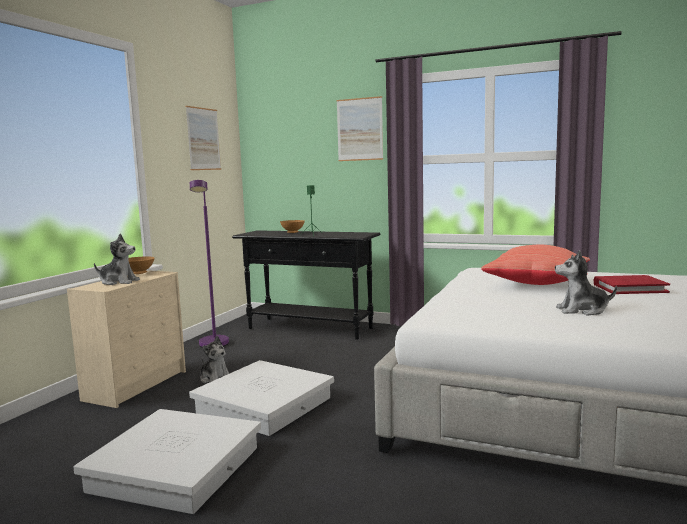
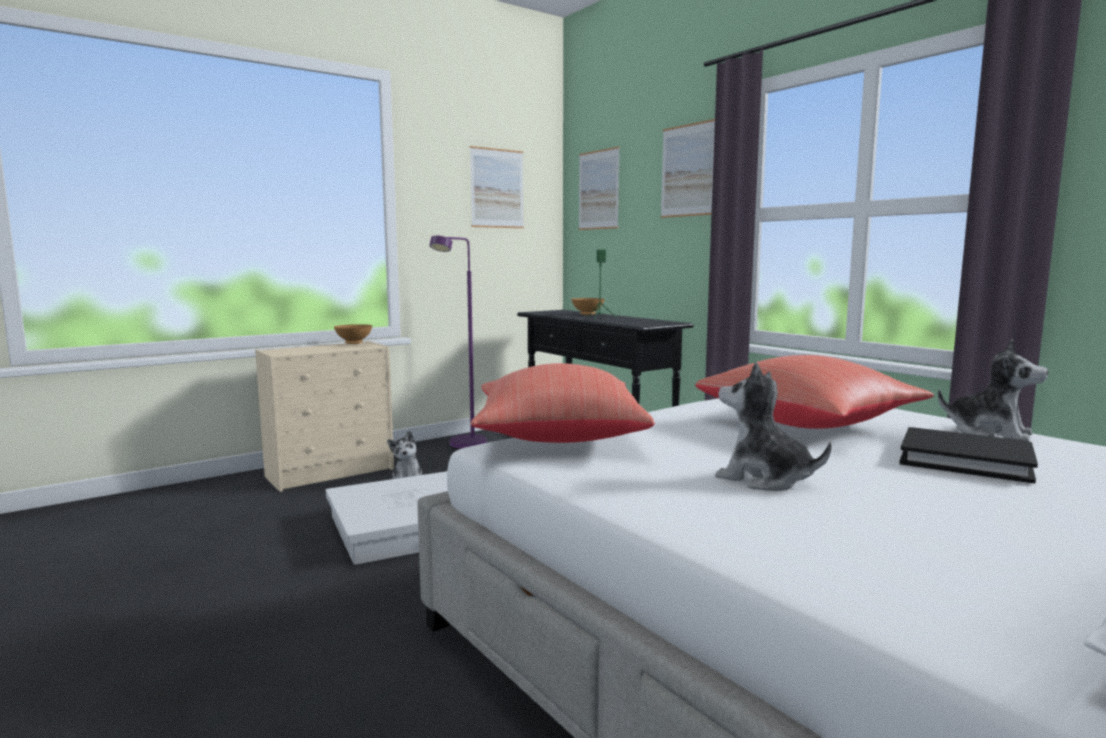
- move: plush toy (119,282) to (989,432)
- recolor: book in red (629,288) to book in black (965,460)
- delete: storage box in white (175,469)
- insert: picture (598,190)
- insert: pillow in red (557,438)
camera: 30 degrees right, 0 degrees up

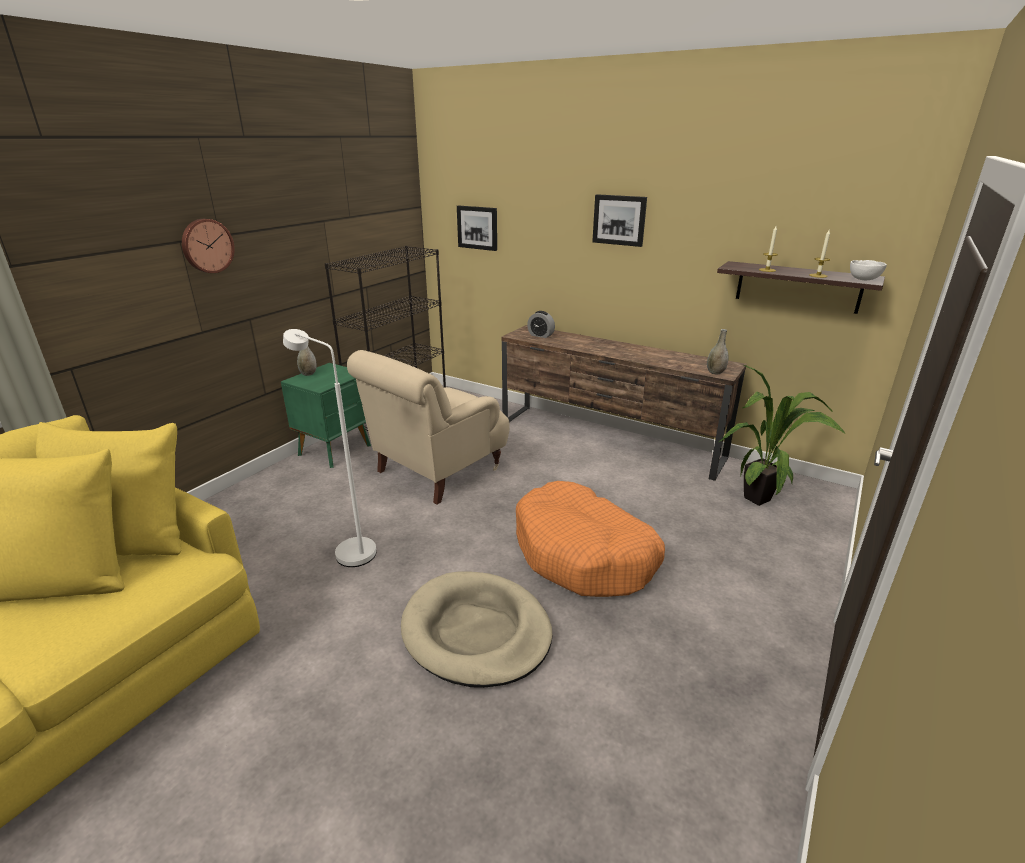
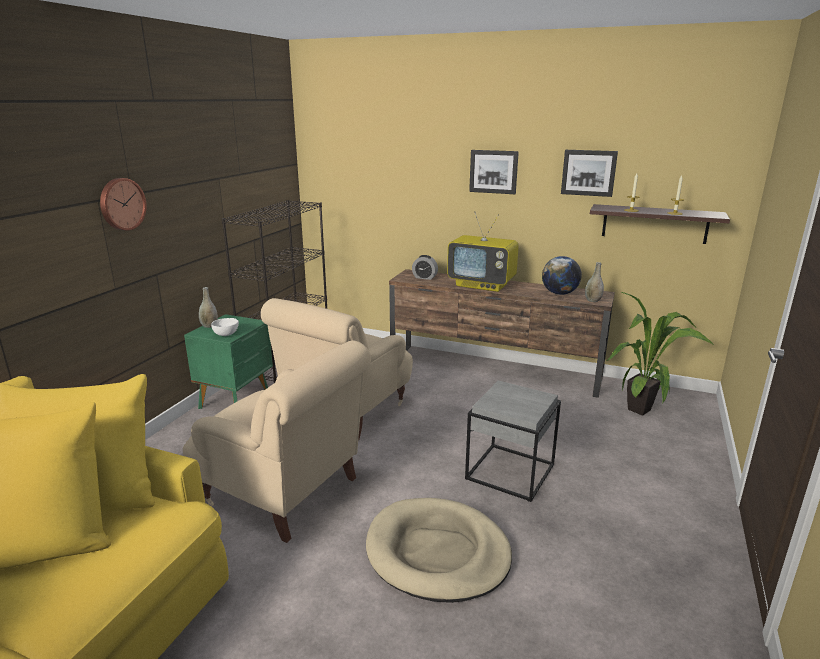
- move: picture (477,227) to (588,172)
- move: bowl in white (864,280) to (227,334)
- replace: floor lamp in white (349,549) to armchair in beige (285,492)
- replace: dog bed in orange (584,554) to side table in grey (509,472)
- insert: television (482,285)
- insert: globe (559,293)
camera: 10 degrees left, 5 degrees down

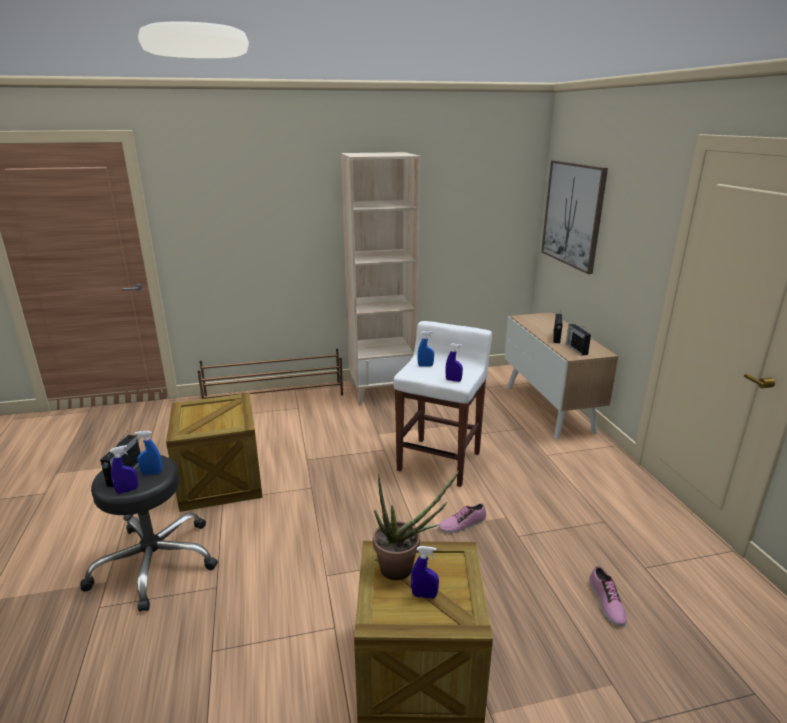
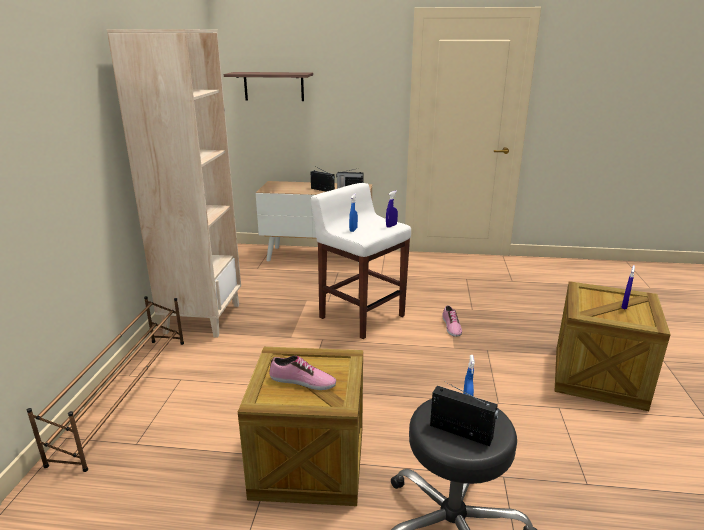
- replace: picture (573,214) to shelf (274,86)
- delete: spray bottle in blue (127,490)
- delete: potted plant (404,569)
- move: shoe (606,602) to (302,381)
camera: 70 degrees left, 0 degrees up

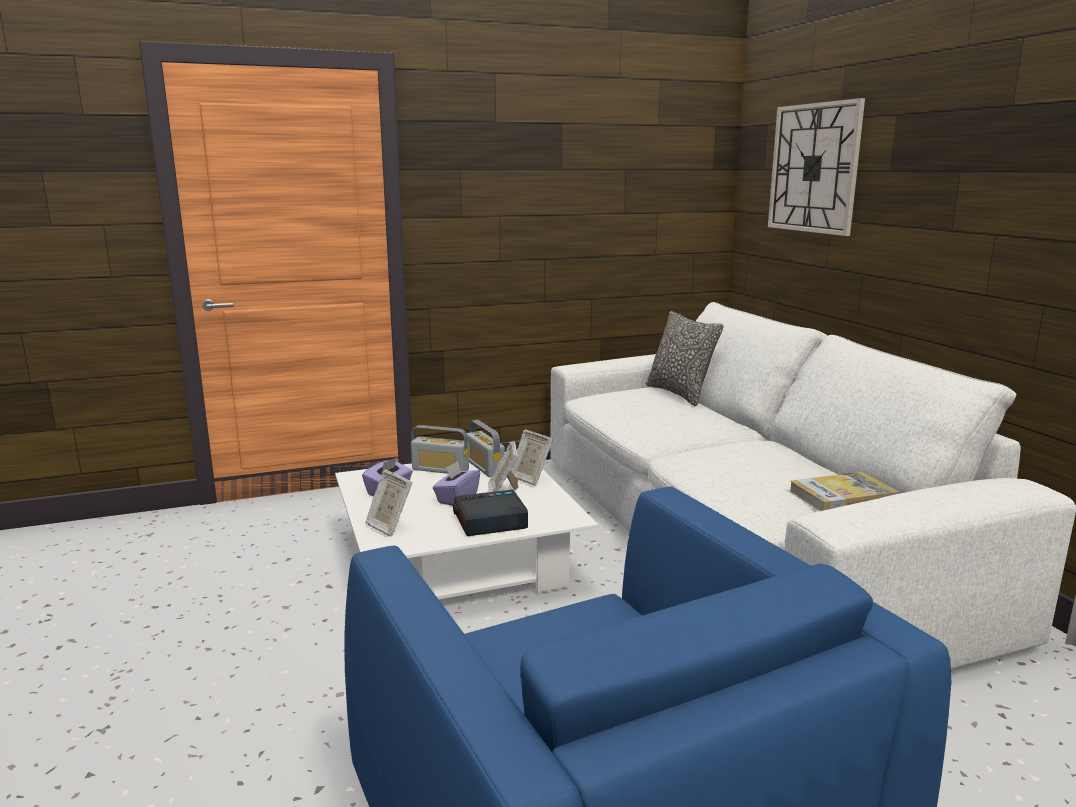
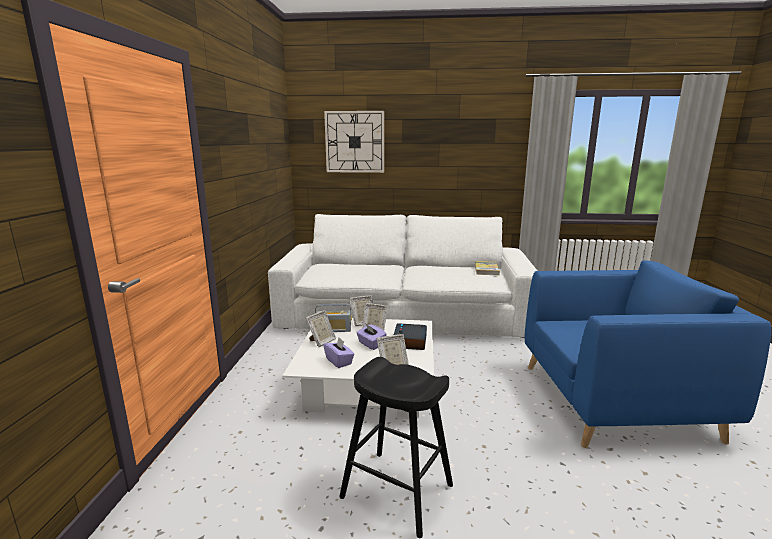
- delete: pillow (680,394)
- replace: radio (440,469) to picture frame (321,342)
- insert: stool in black (397,491)
camera: 65 degrees left, 0 degrees up

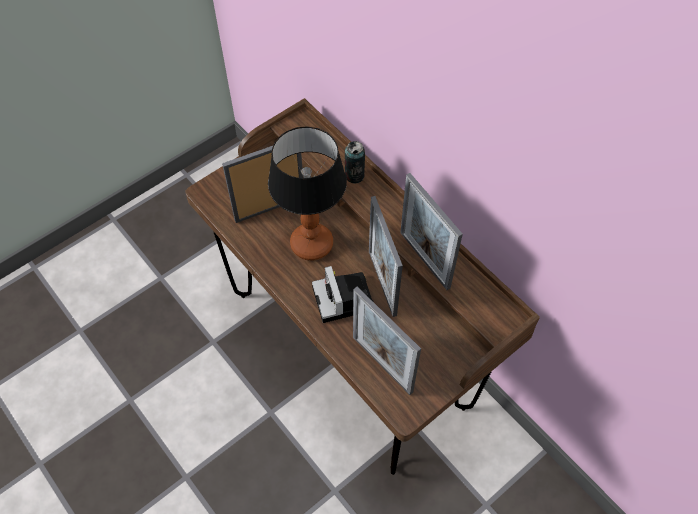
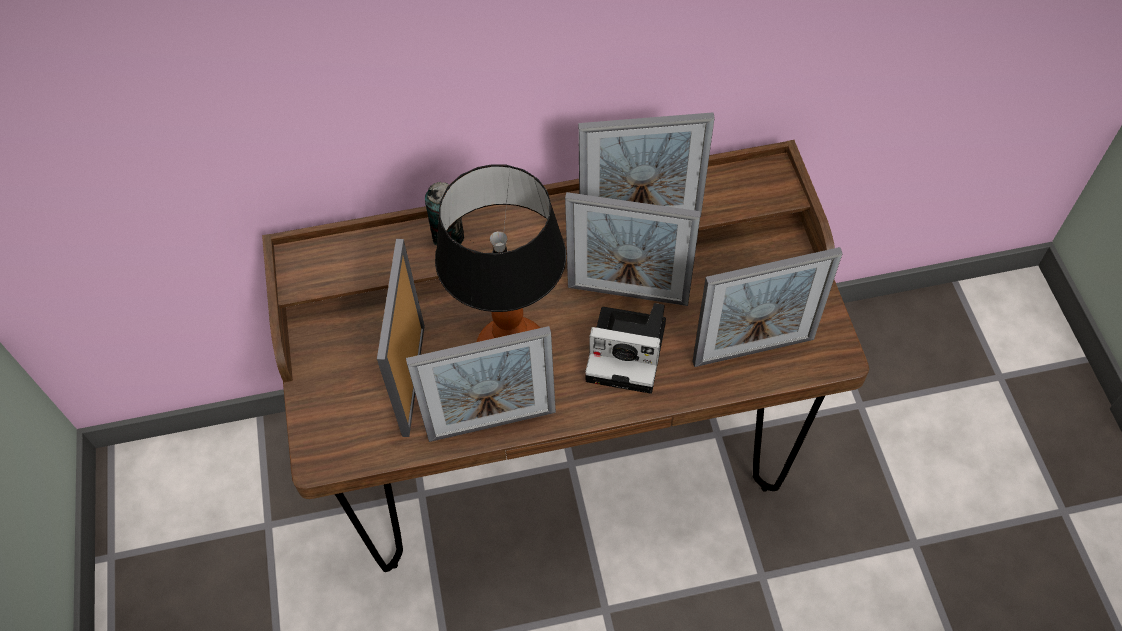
- insert: picture frame (492,424)
camera: 60 degrees left, 0 degrees up

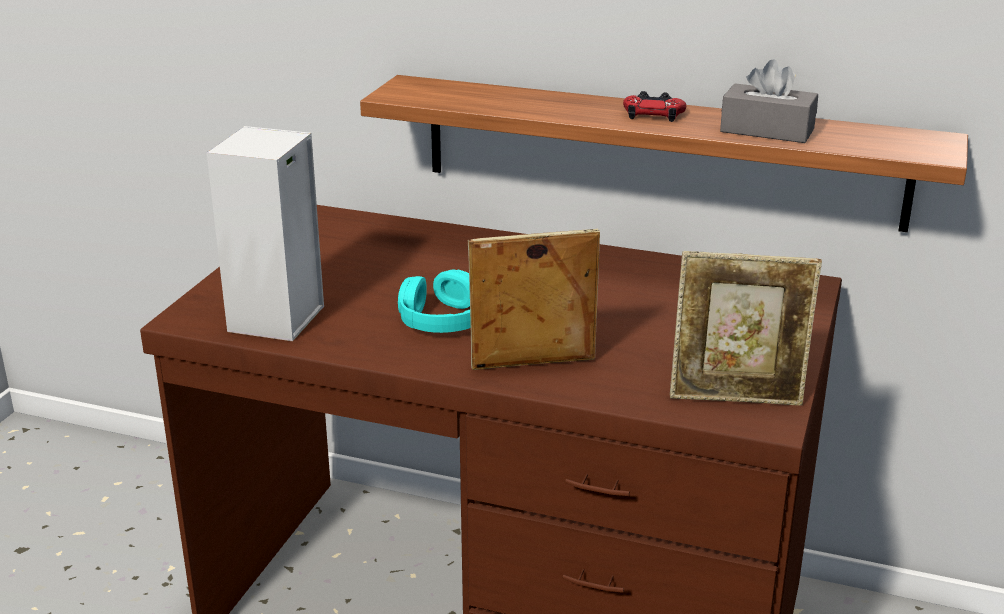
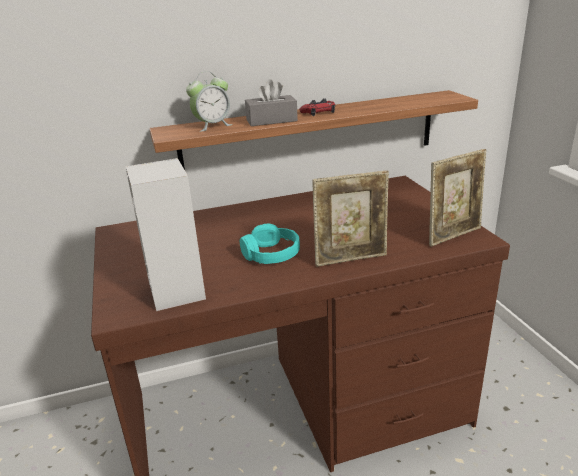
- move: tissue box in grey (767,130) to (271,120)
- rotate: picture frame (532,367) = (351,258) 150 degrees counterclockwise
- insert: alarm clock (212,126)
camera: 35 degrees left, 0 degrees up

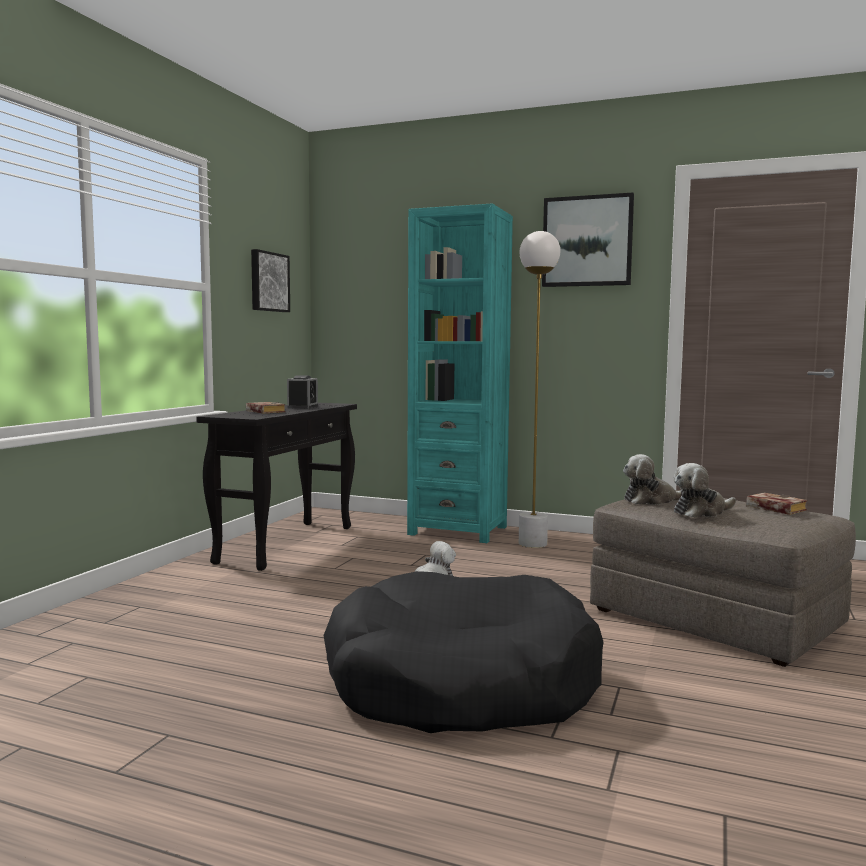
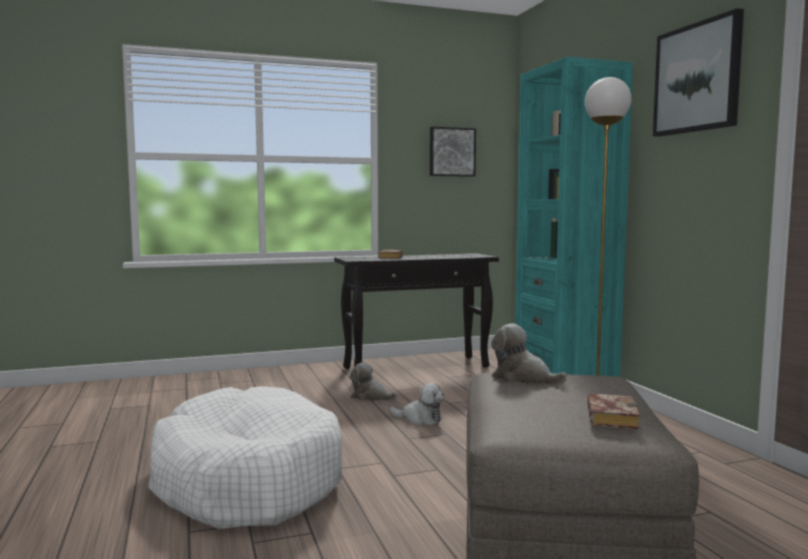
- delete: alarm clock (302,407)
- move: plush toy (701,512) to (370,397)
- recolor: dog bed in black (461,683) to dog bed in white (246,480)
camera: 50 degrees right, 0 degrees up

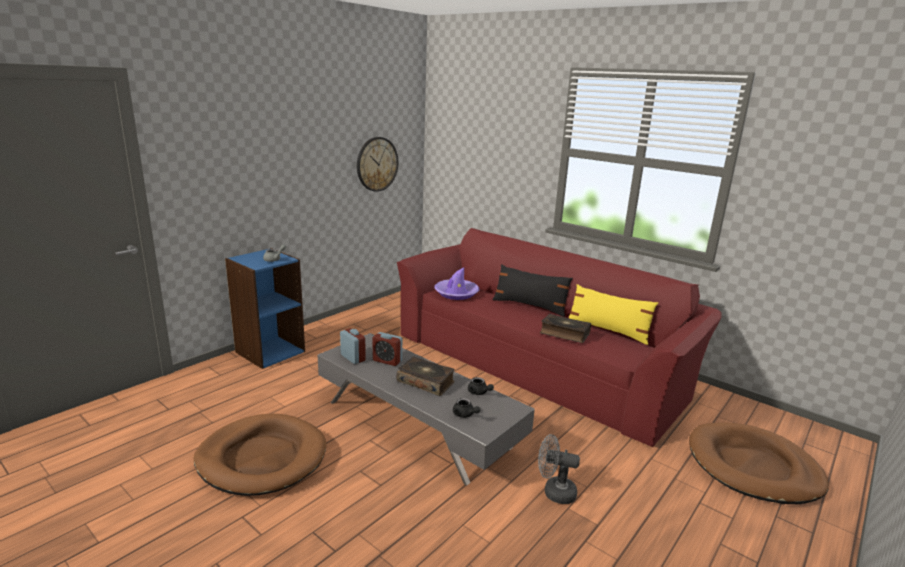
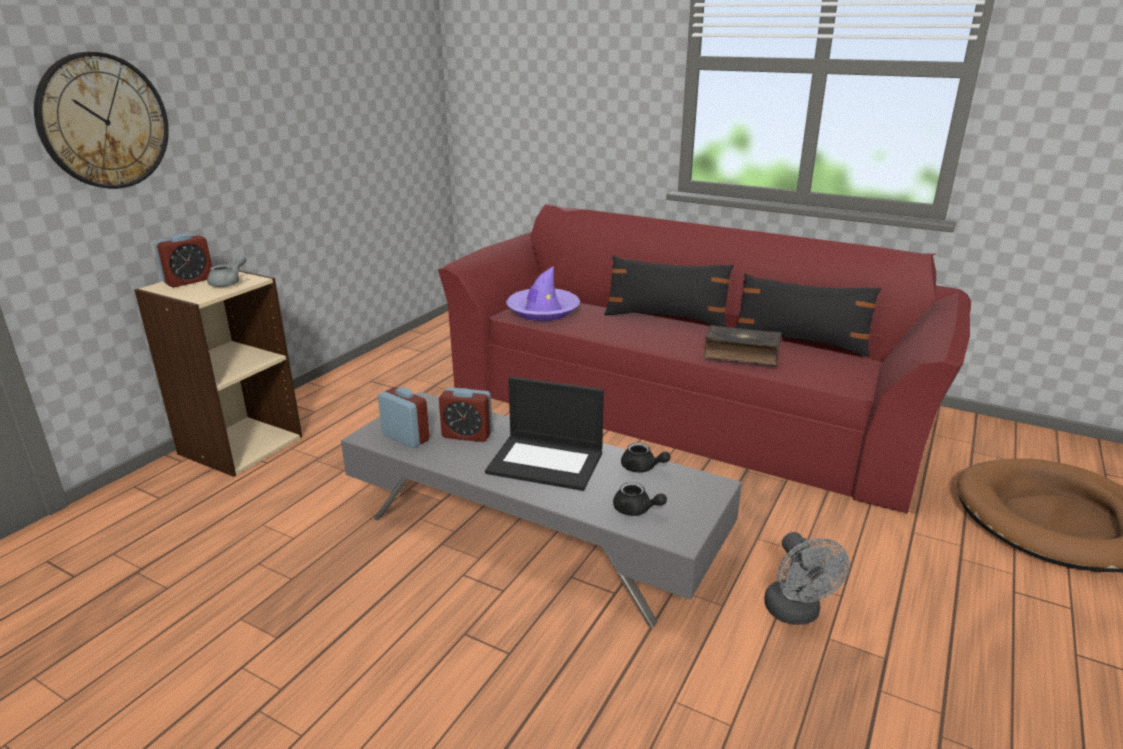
- move: wall clock (377,164) to (103,121)
- recolor: bookcase in blue (270,351) to bookcase in beige (240,445)
- recolor: pillow in yellow (607,331) to pillow in black (800,342)
- replace: book (426,382) to laptop (547,462)
- delete: dog bed in brown (262,458)
- rotate: fan in grey (554,492) = (796,614) 105 degrees counterclockwise
- insert: alarm clock (189,281)
camera: 10 degrees left, 5 degrees up

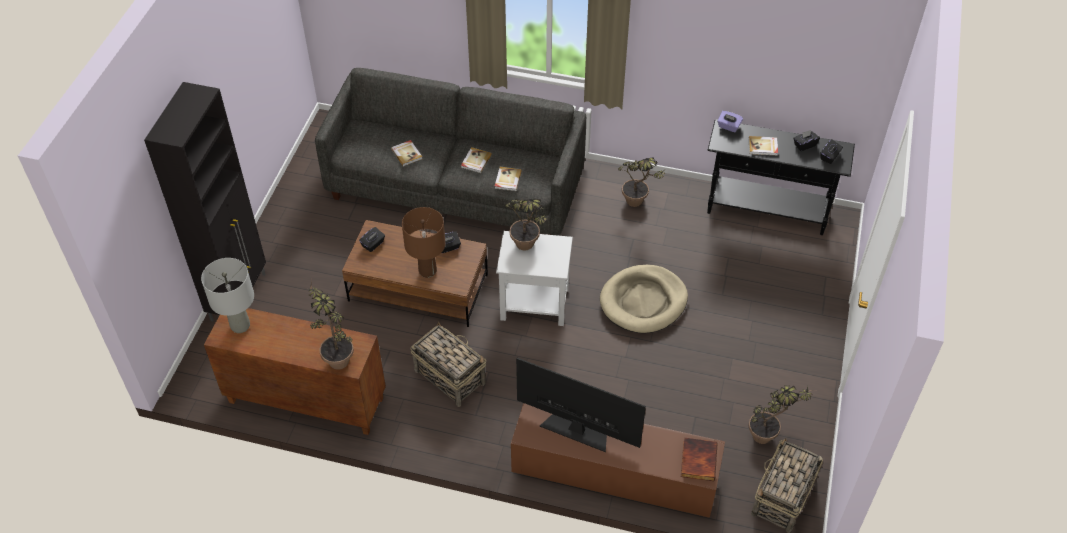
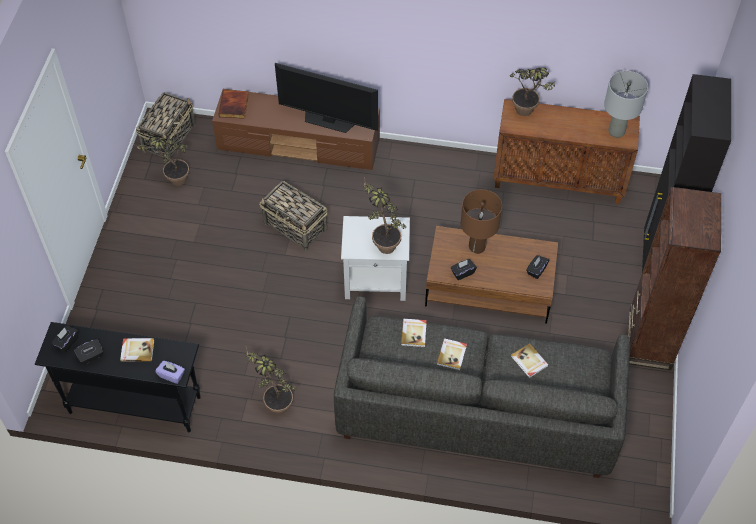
- delete: dog bed in beige (643,301)
- move: basket (449,376) to (296,227)
- insert: bookcase in brown (649,340)
camera: 175 degrees right, 5 degrees up

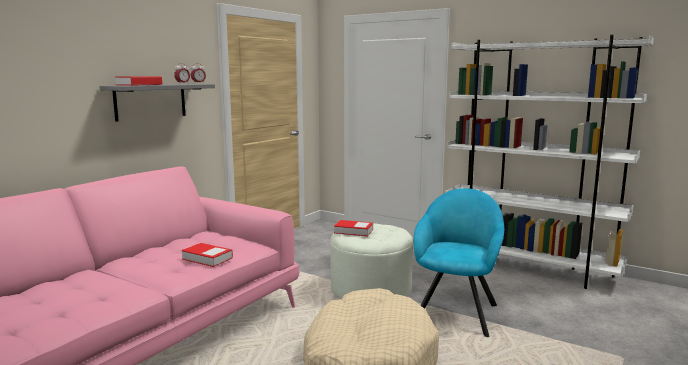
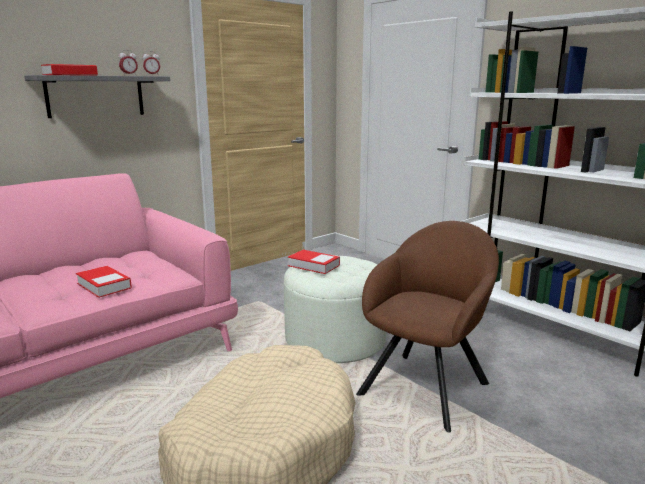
- recolor: armchair in turquoise (456,311) to armchair in brown (427,385)
camera: 15 degrees right, 5 degrees up

